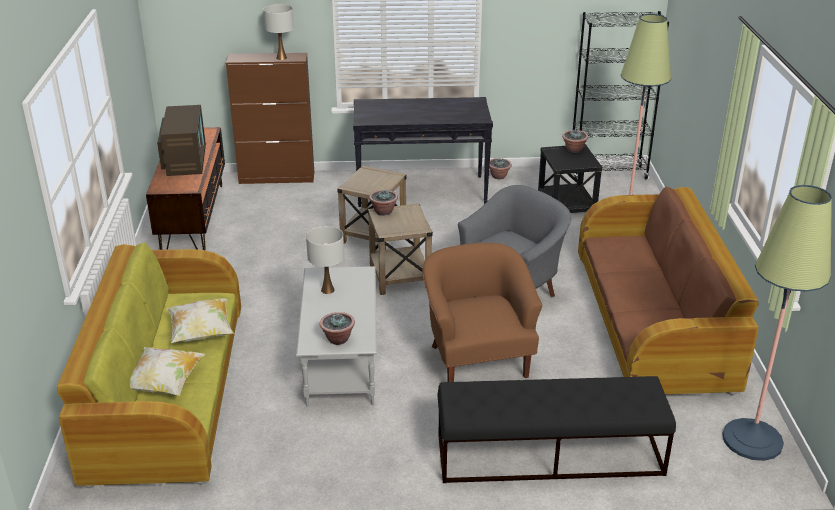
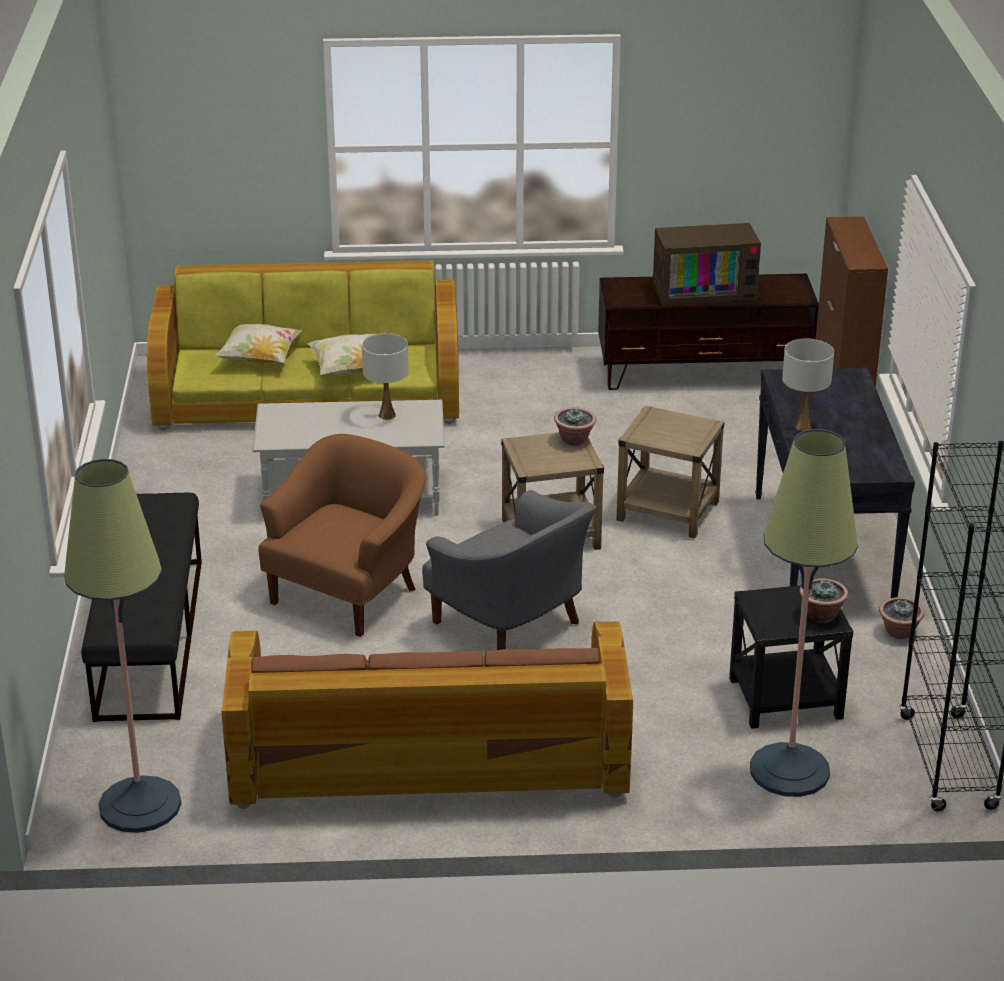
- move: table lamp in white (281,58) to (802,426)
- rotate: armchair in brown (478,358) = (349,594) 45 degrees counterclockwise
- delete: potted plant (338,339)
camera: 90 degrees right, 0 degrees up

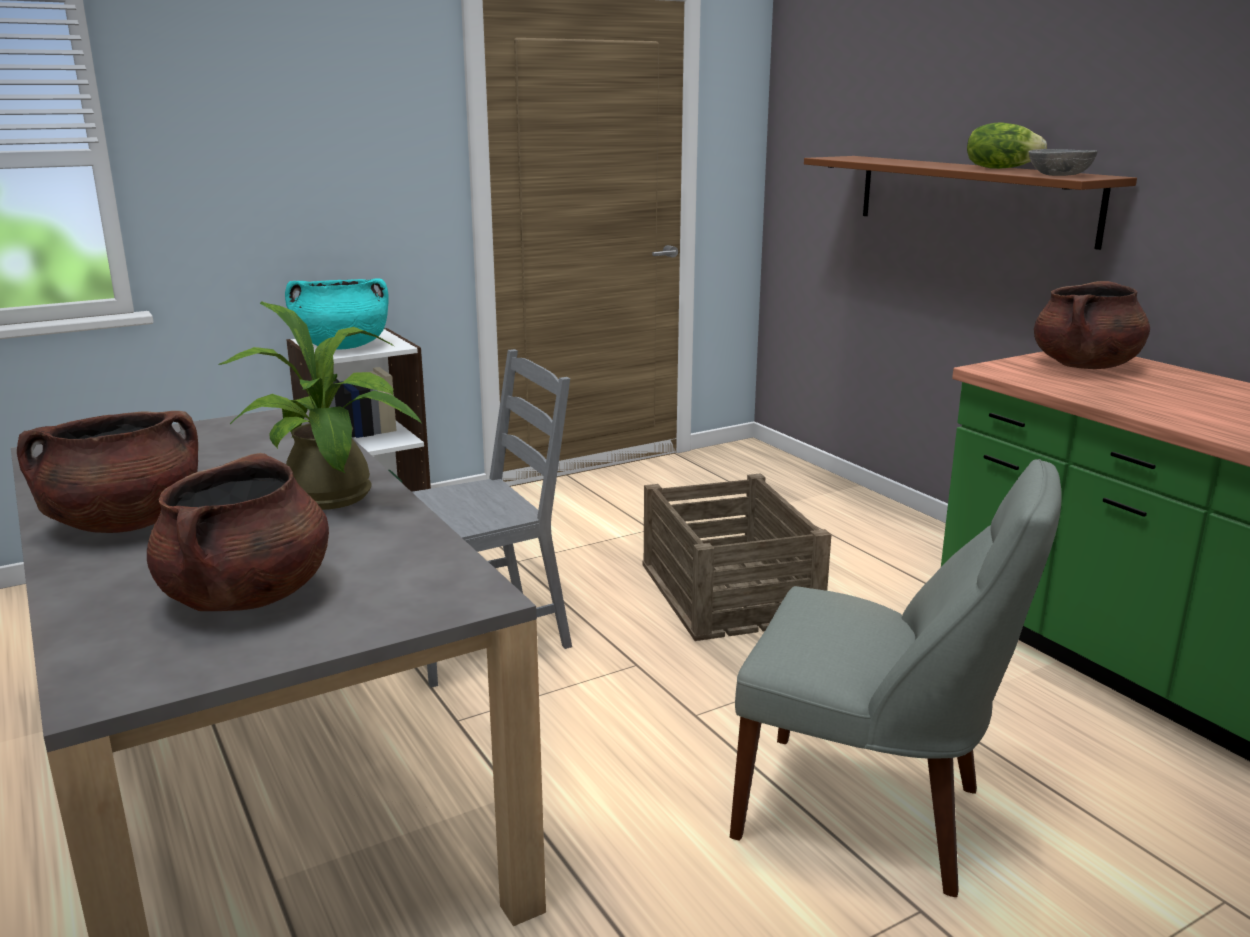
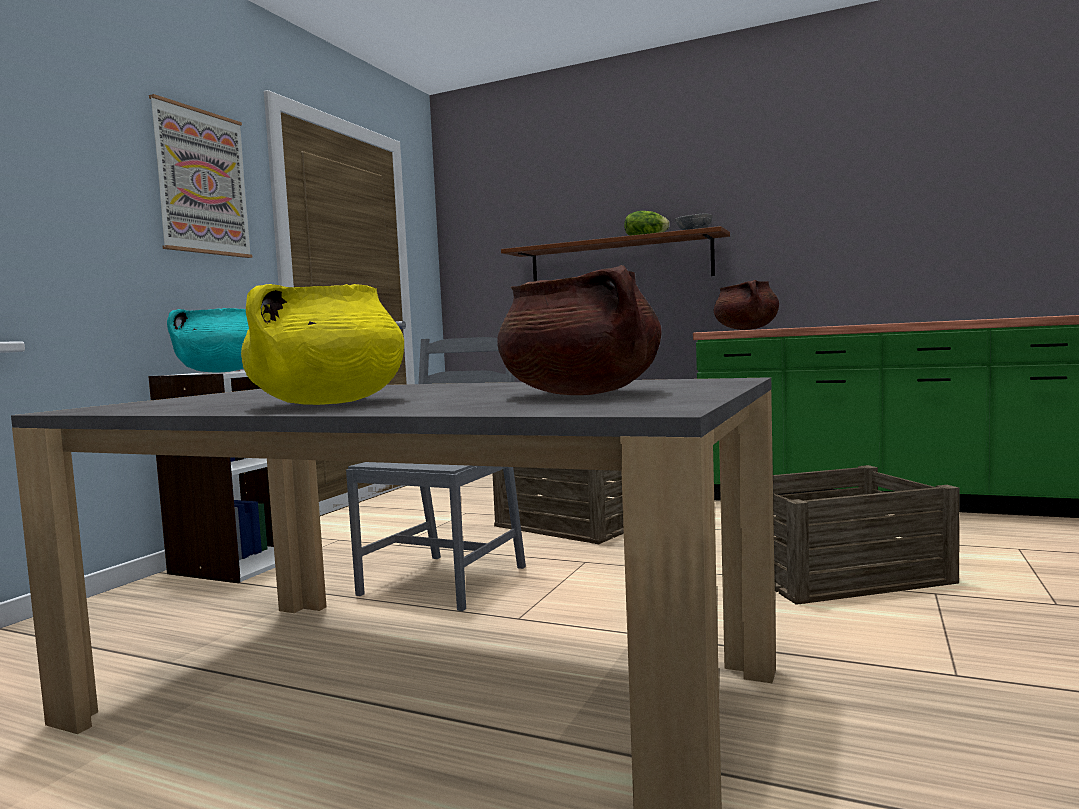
- delete: potted plant (333,500)
- recolor: cooking pot in brown (125,523) to cooking pot in yellow (328,403)
- replace: chair in grey (871,815) to crate (838,572)
- insert: picture (202,182)
camera: 35 degrees left, 15 degrees down

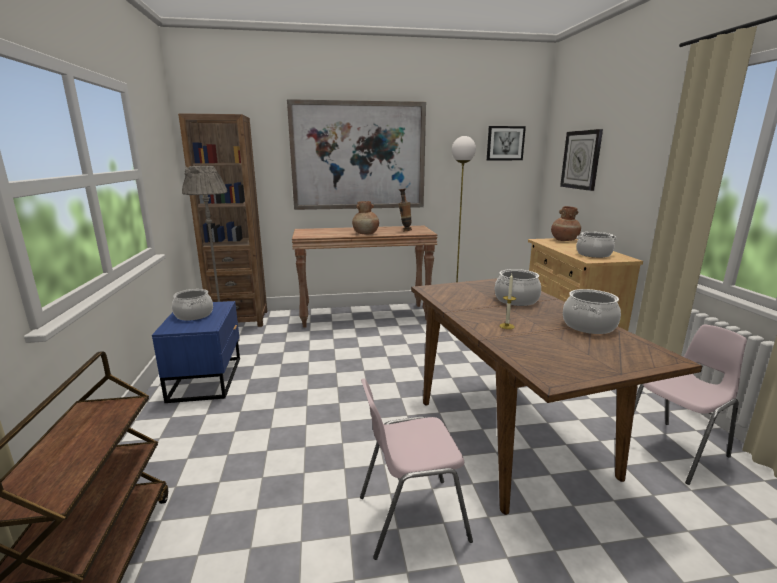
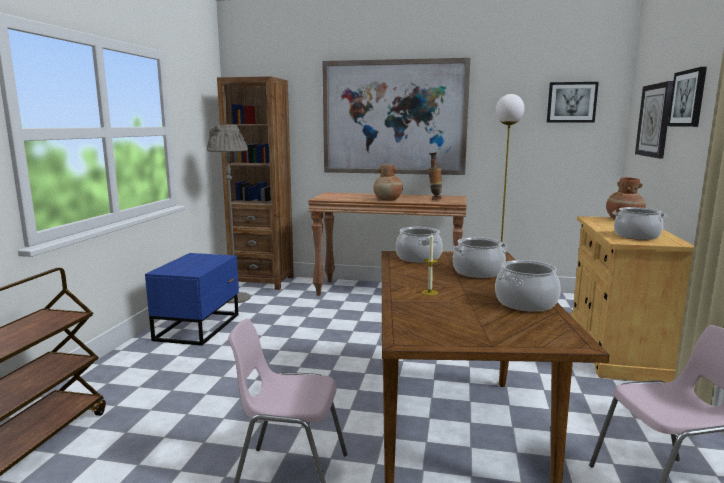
- move: cooking pot (193,315) to (418,258)
- insert: picture (688,98)
camera: 20 degrees right, 5 degrees down

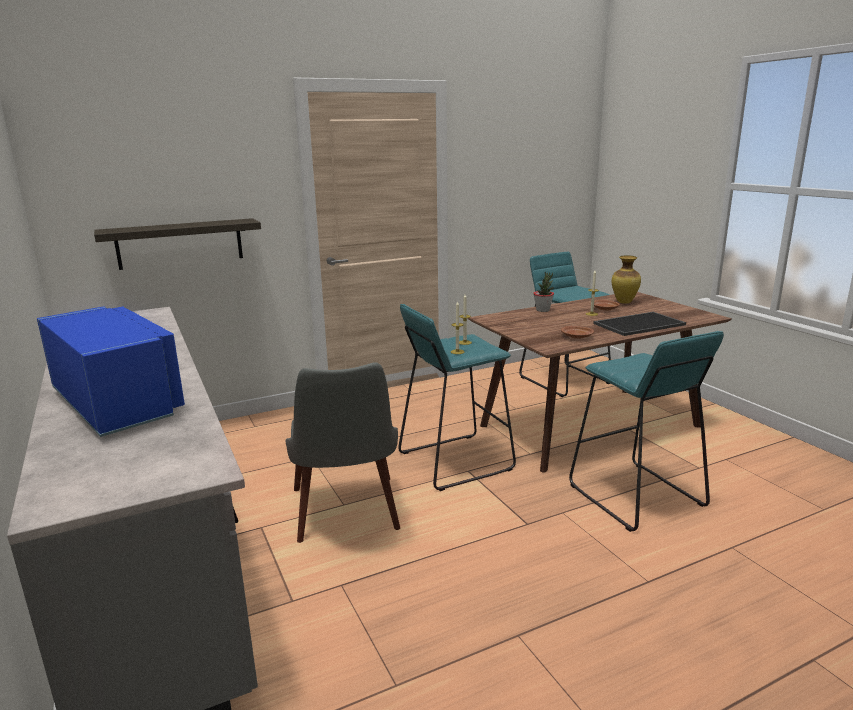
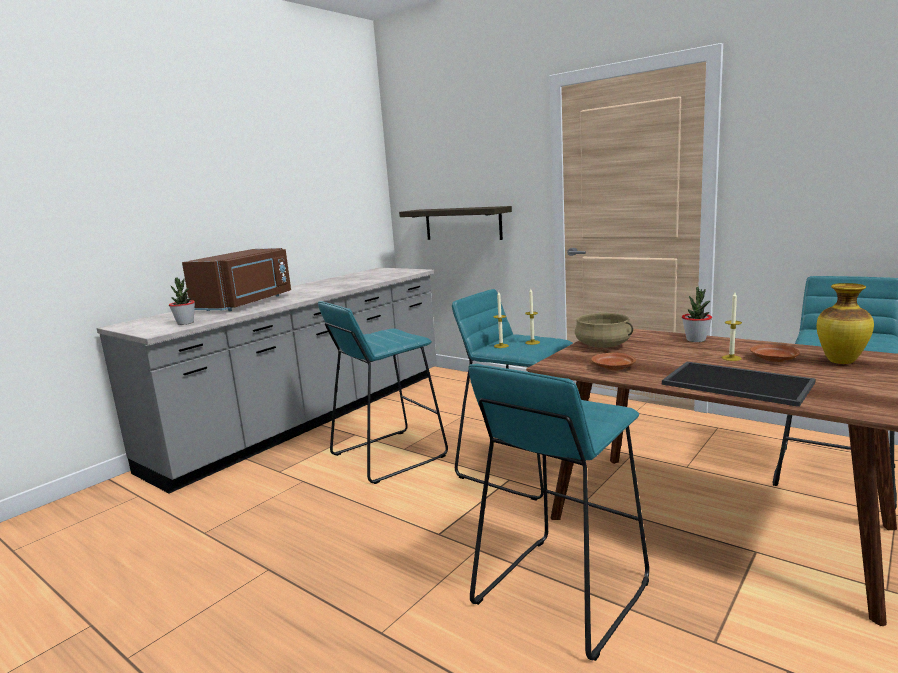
- recolor: microwave in blue (120,404) to microwave in brown (247,303)
- replace: chair in grey (347,517) to stool in turquoise (387,455)
- insert: potted plant (185,323)
- insert: cooking pot in beige (603,345)
camera: 65 degrees right, 5 degrees down

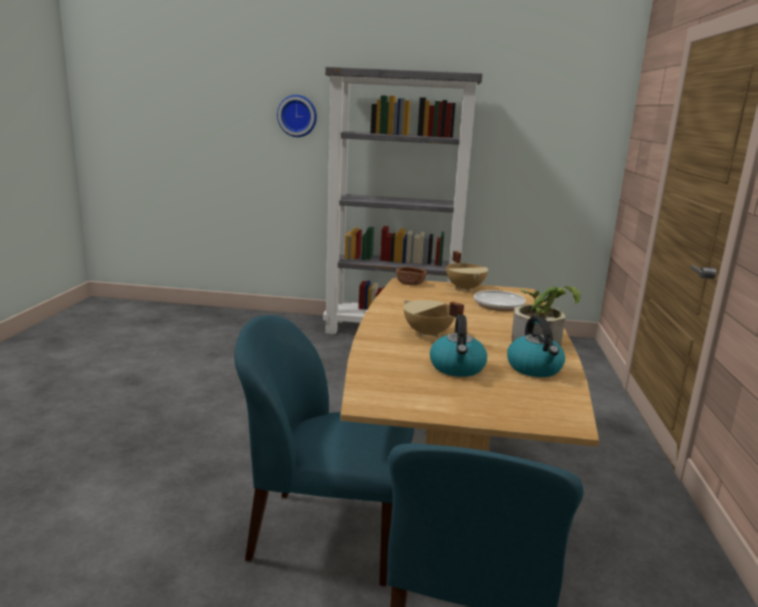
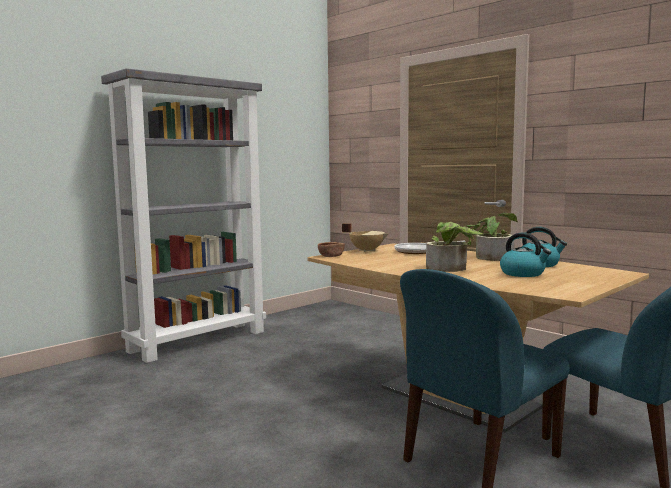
- delete: wall clock (297,116)
- replace: cooking pot in beige (427,334) to potted plant (451,269)
camera: 50 degrees left, 10 degrees down

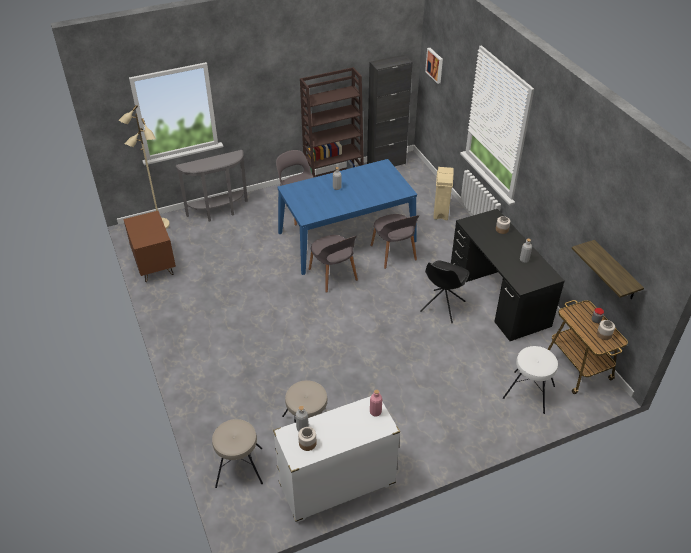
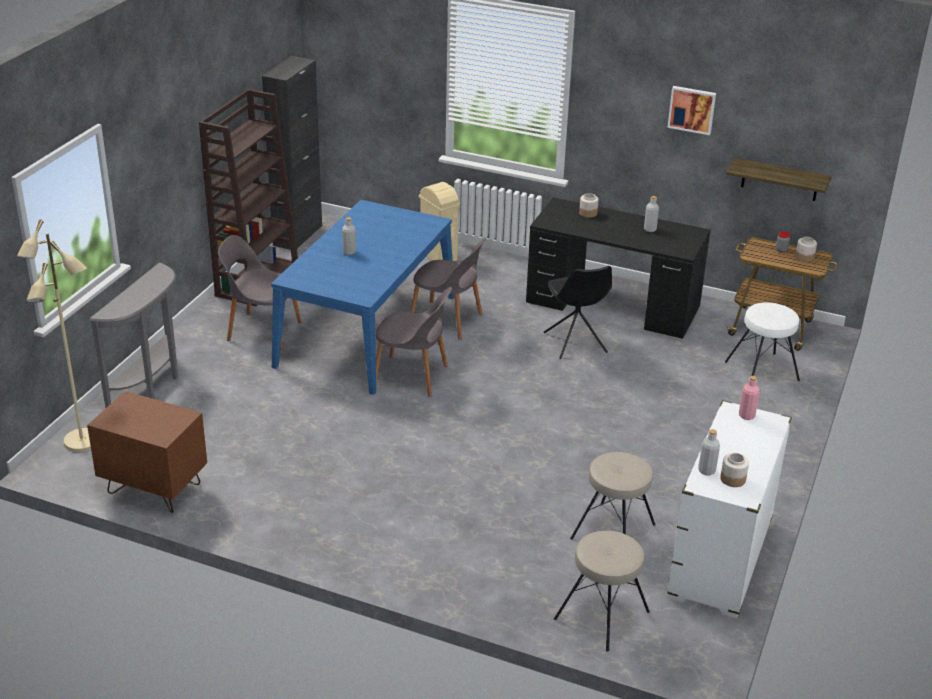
- move: picture (435,65) to (692,109)
camera: 45 degrees left, 10 degrees down

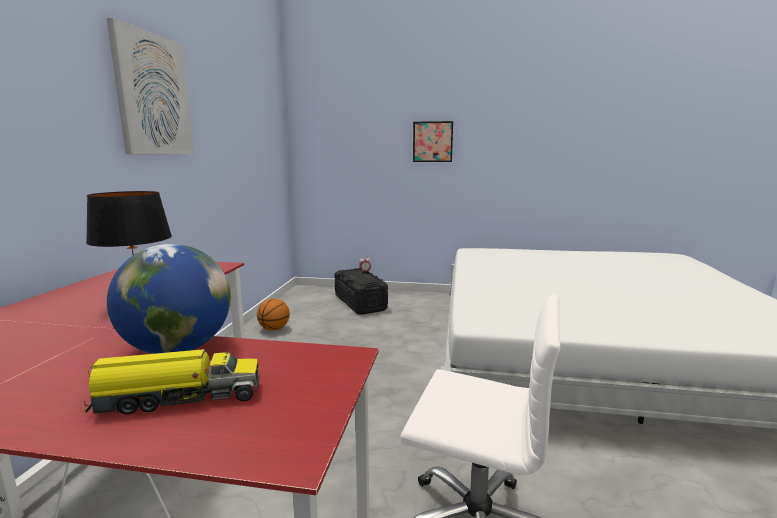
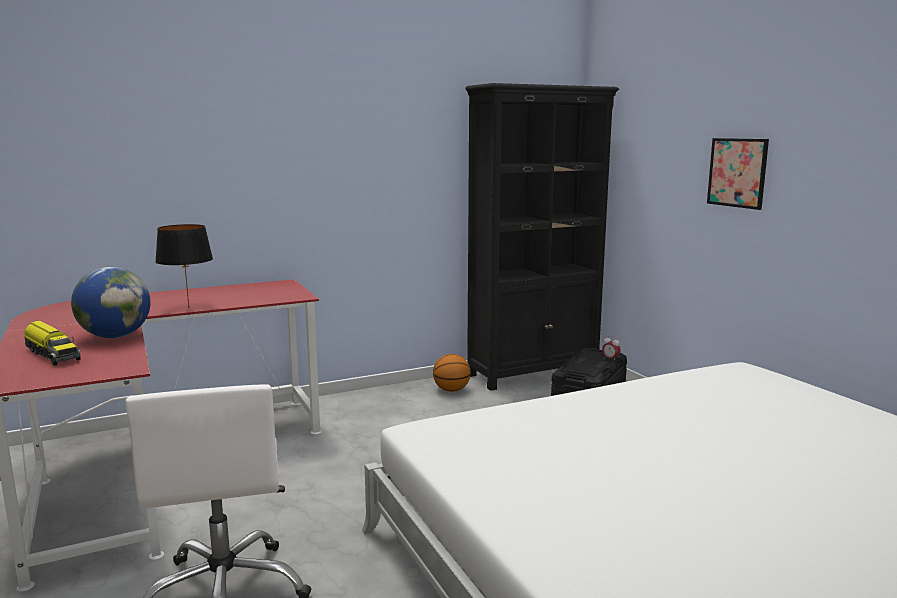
- delete: picture (153,95)
- insert: bookcase in black (534,372)
camera: 55 degrees right, 0 degrees up

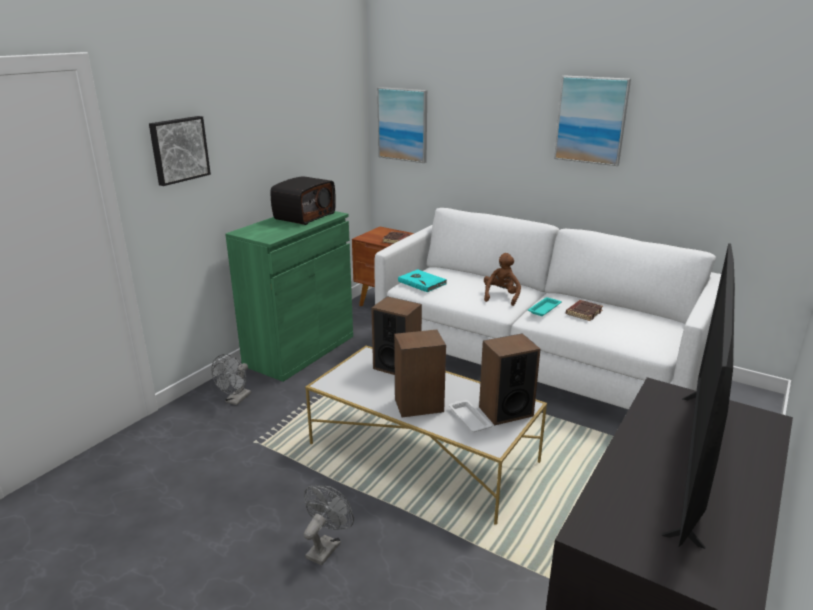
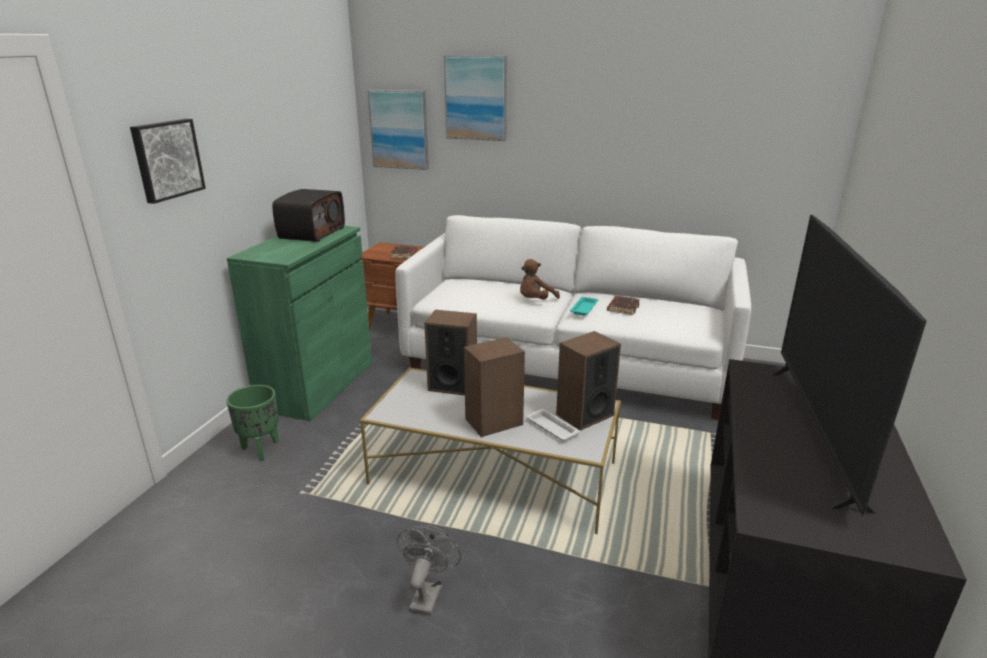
- move: picture (591,120) to (476,98)
- rotate: plush toy in brown (501,296) = (535,301) 135 degrees counterclockwise
- delete: book in turquoise (422,282)
- replace: fan in grey (236,400) to planter in green (261,449)
camera: 15 degrees left, 0 degrees up

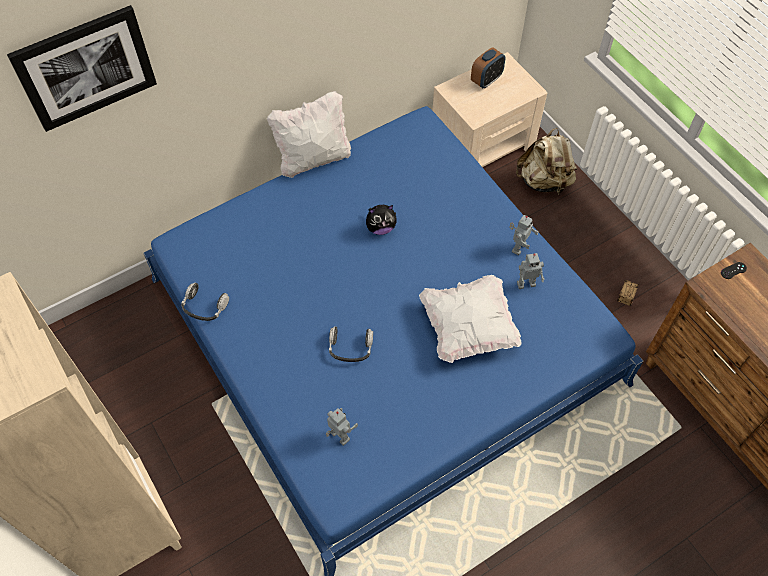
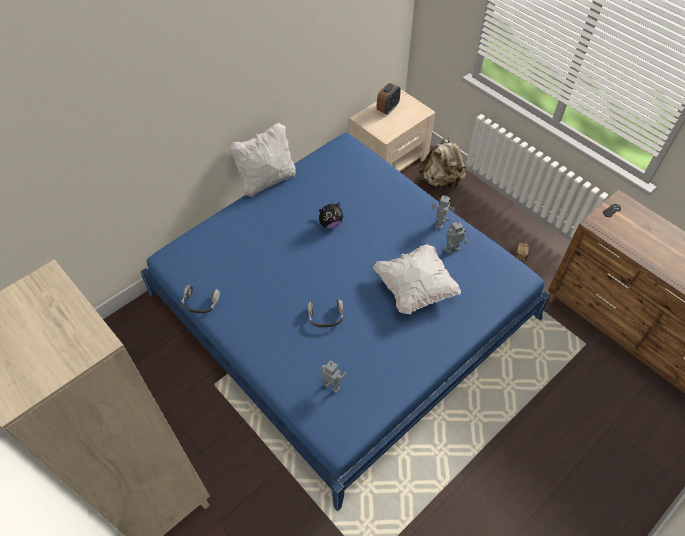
- delete: picture (85,68)
camera: 10 degrees left, 5 degrees down

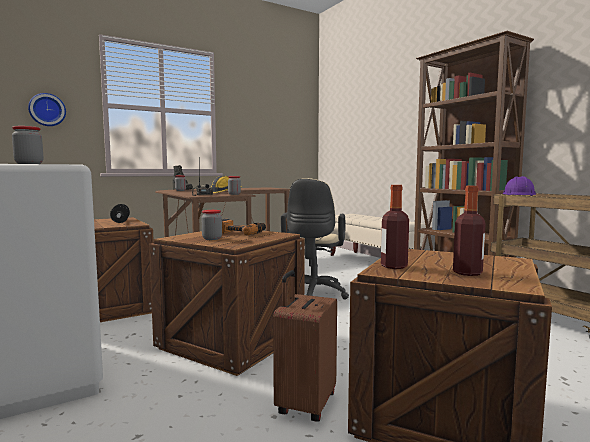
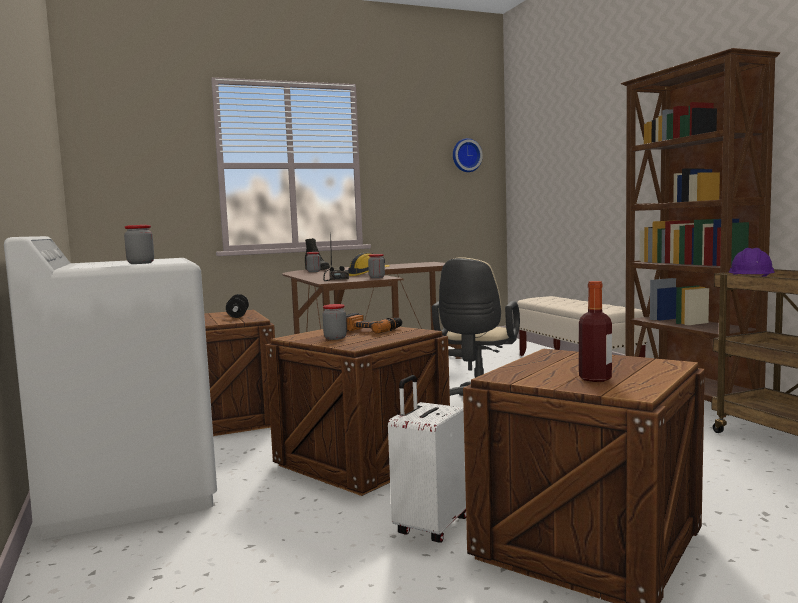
- move: wall clock (47,110) to (466,155)
- delete: bottle (394,266)
- recolor: suitcase in brown (304,404) to suitcase in white (430,526)
camera: 10 degrees right, 0 degrees up

